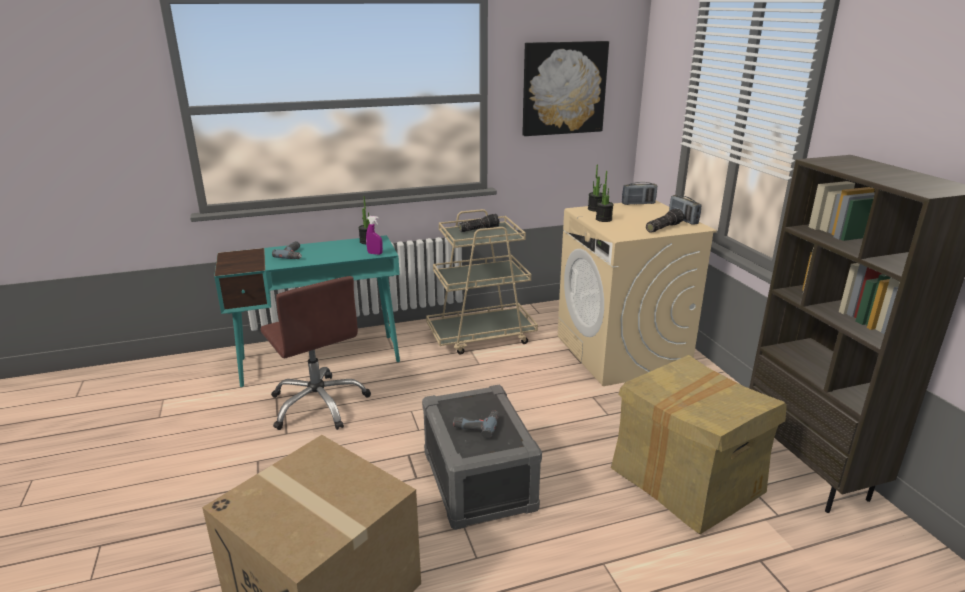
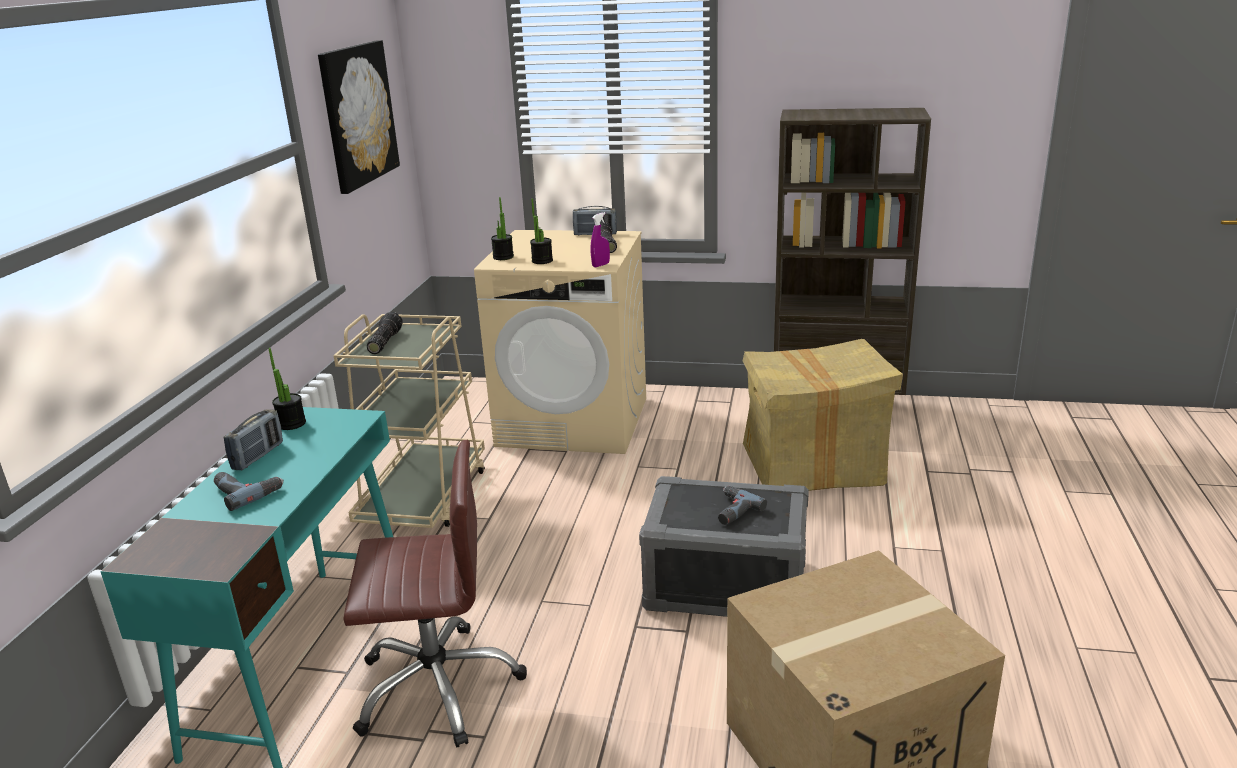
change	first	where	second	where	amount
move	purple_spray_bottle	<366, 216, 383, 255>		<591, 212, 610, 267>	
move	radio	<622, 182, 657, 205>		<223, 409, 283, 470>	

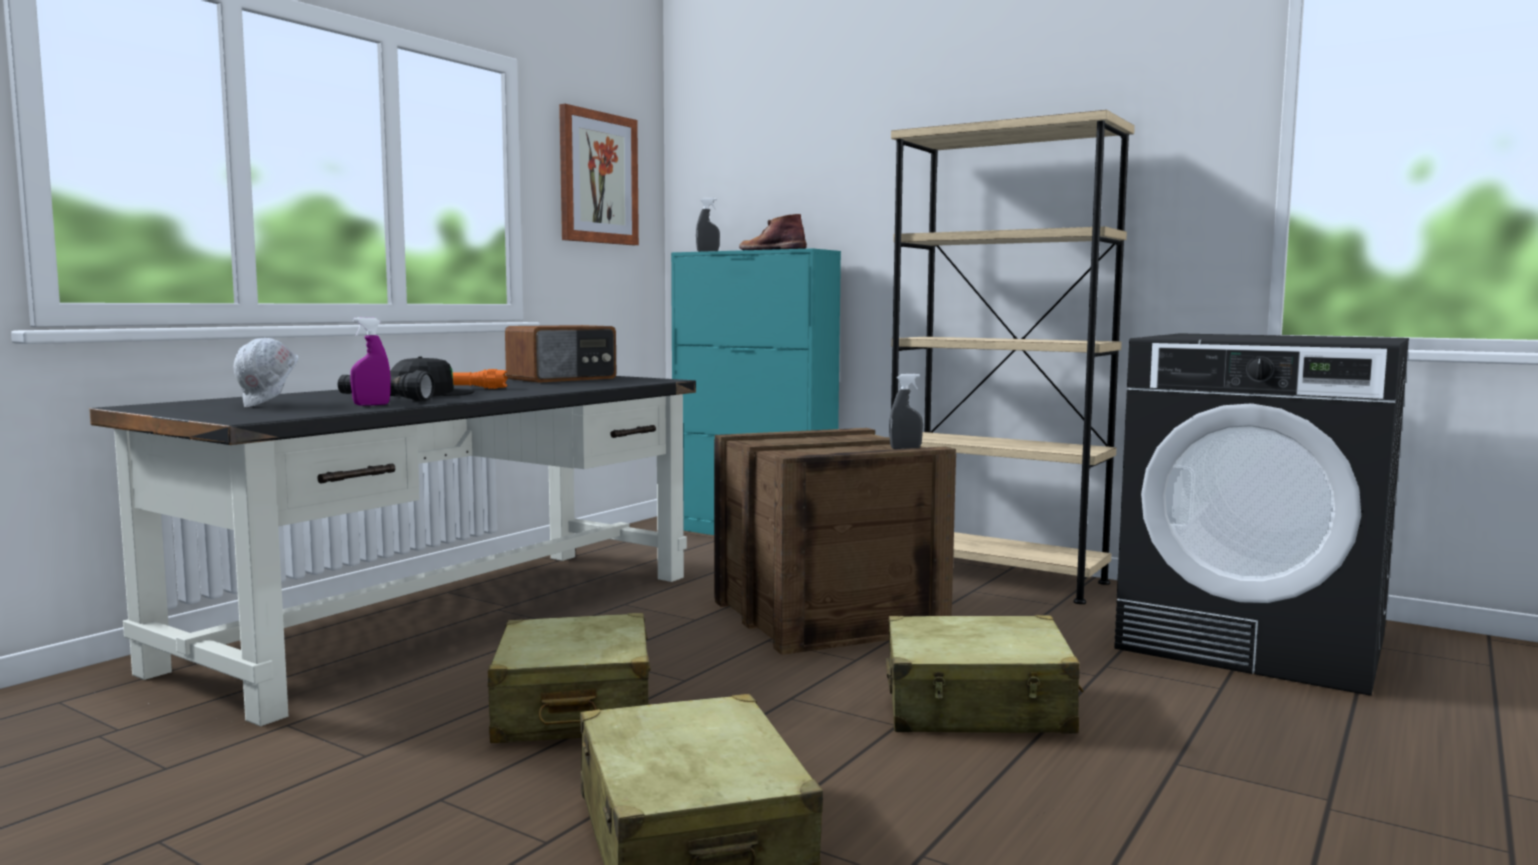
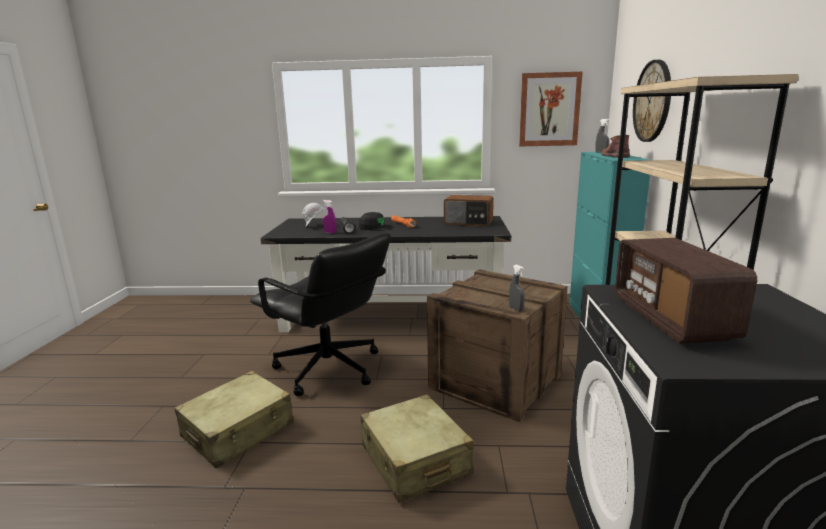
change	first	where	second	where	amount
insert			radio	<615, 238, 757, 344>	
insert			wall_clock	<633, 60, 671, 142>	
replace	beige_suitcase	<488, 613, 650, 743>	black_office_chair	<250, 233, 391, 396>	

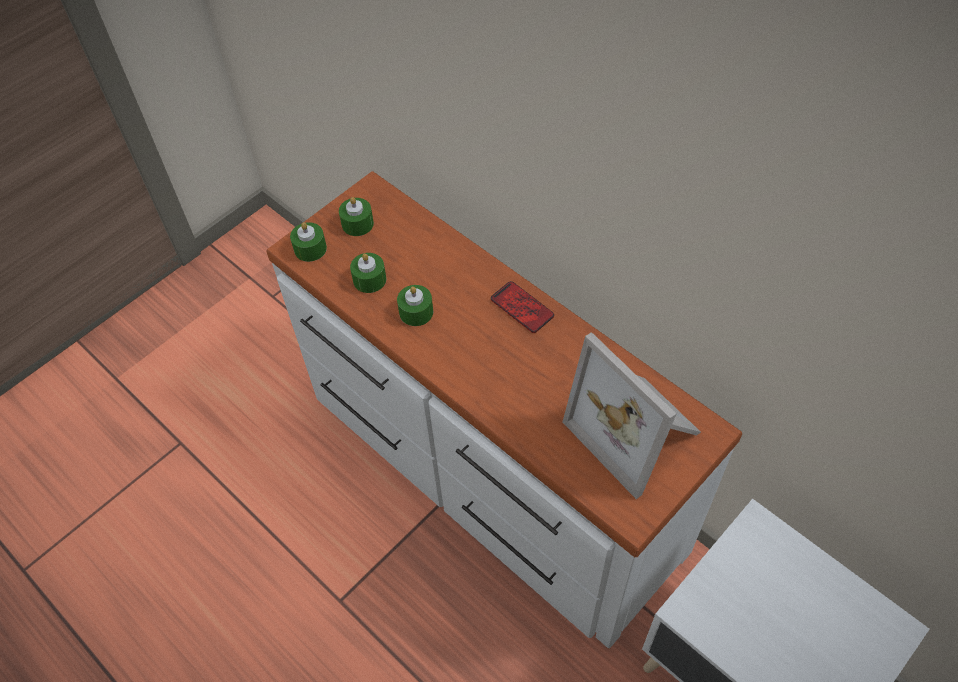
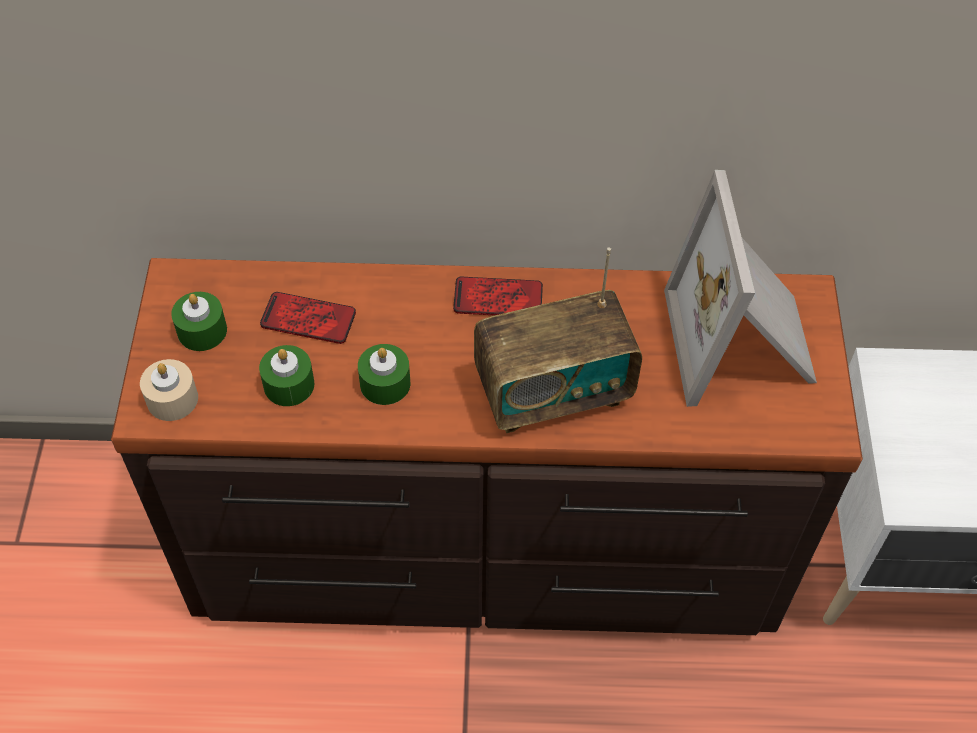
change	first	where	second	where	amount
insert			phone	<260, 292, 356, 344>	
insert			radio	<474, 248, 642, 433>	
recolor	white_dresser	<266, 171, 742, 648>	brown_dresser	<111, 258, 863, 635>	
recolor	green_candle	<290, 222, 327, 262>	beige_candle	<140, 359, 198, 421>	
rotate	picture_frame	<563, 332, 701, 499>		<664, 170, 817, 407>	75 degrees clockwise

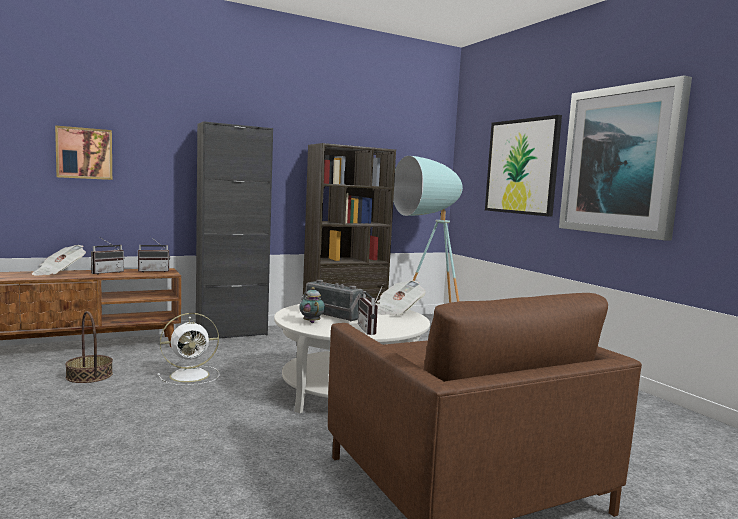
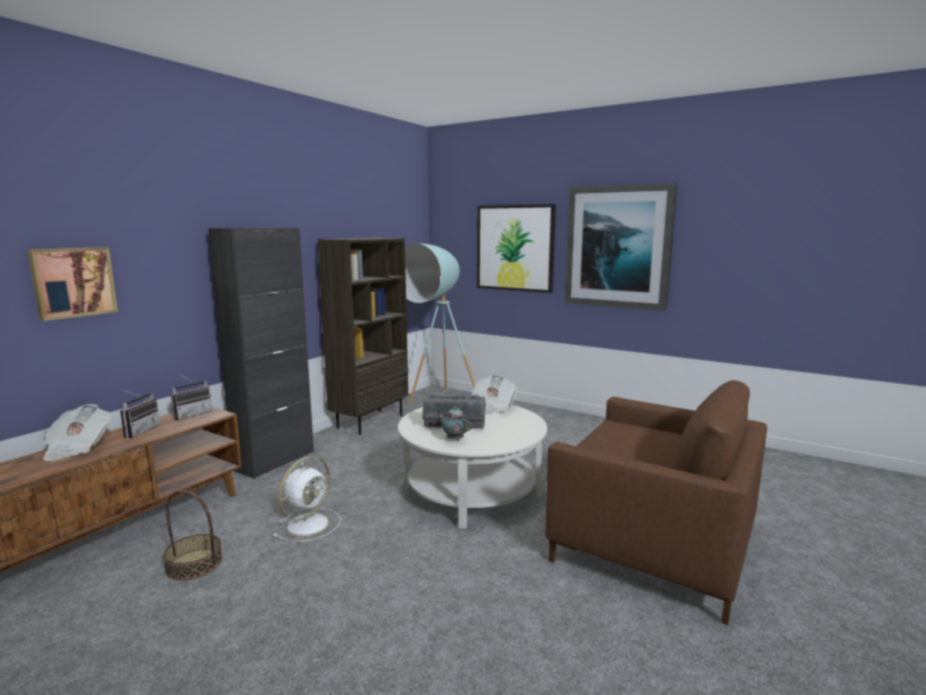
change	first	where	second	where	amount
delete	radio	<358, 285, 383, 335>			

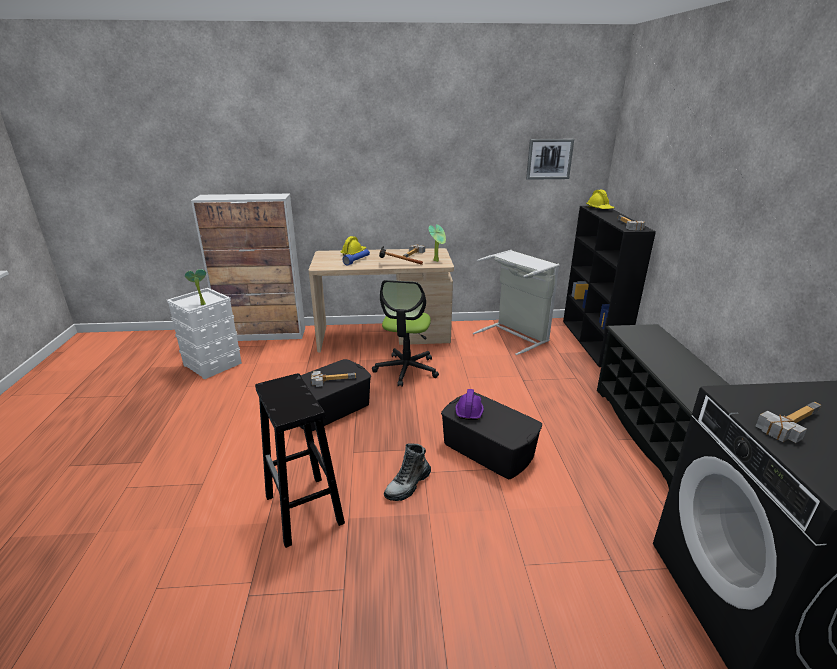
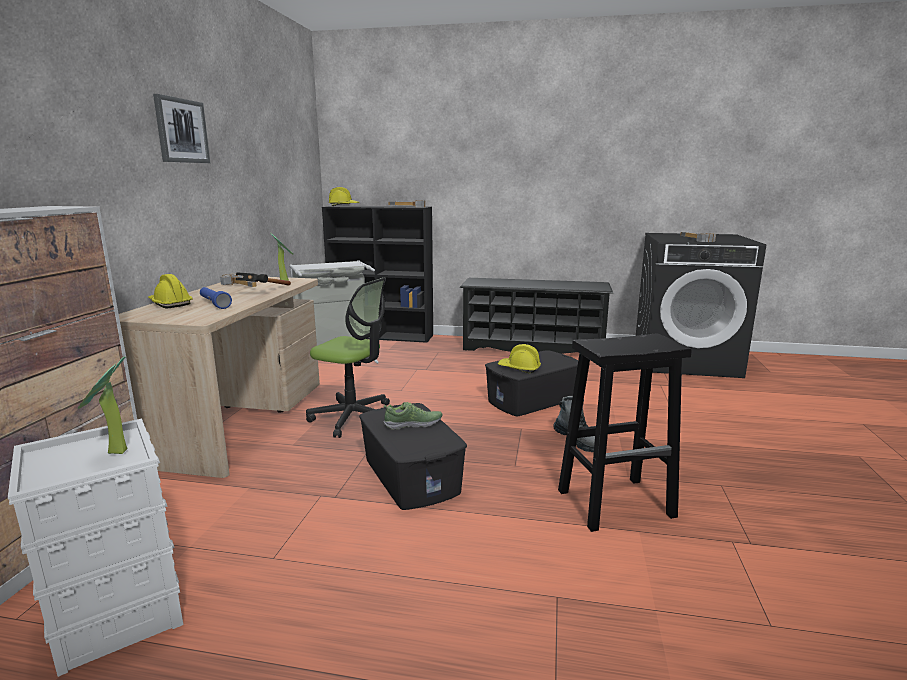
change	first	where	second	where	amount
move	picture	<526, 139, 574, 180>		<153, 94, 210, 163>	
replace	hammer	<311, 371, 356, 387>	shoe	<384, 402, 442, 430>	
recolor	purple_hard_hat	<455, 389, 484, 420>	yellow_hard_hat	<498, 344, 541, 373>	

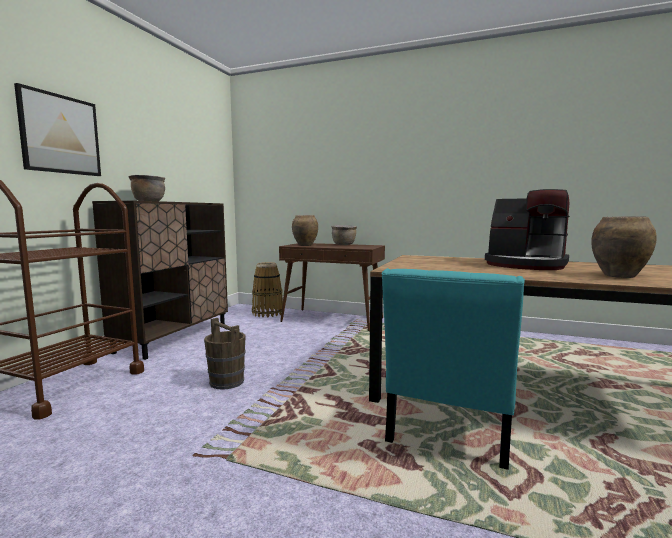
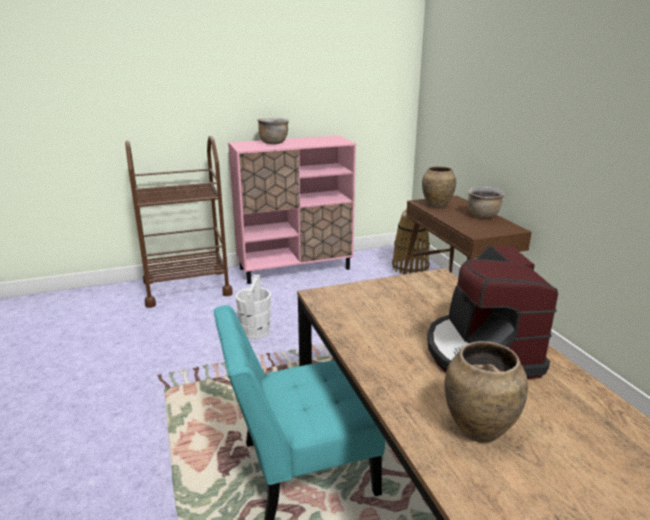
change	first	where	second	where	amount
delete	picture	<14, 83, 101, 176>			
recolor	brown_cabinet	<92, 201, 228, 360>	pink_cabinet	<228, 136, 356, 284>	
recolor	brown_bucket	<204, 318, 246, 390>	white_bucket	<236, 275, 271, 339>	

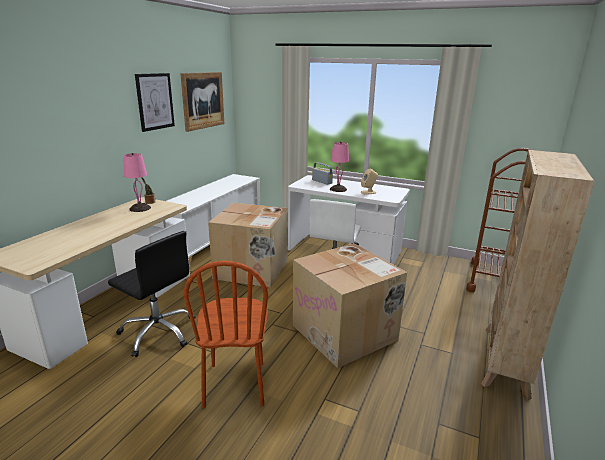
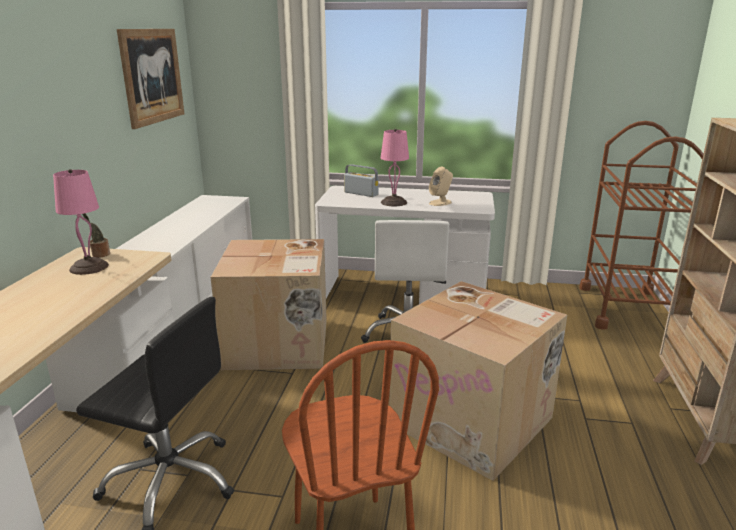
change	first	where	second	where	amount
delete	picture	<135, 73, 175, 132>			

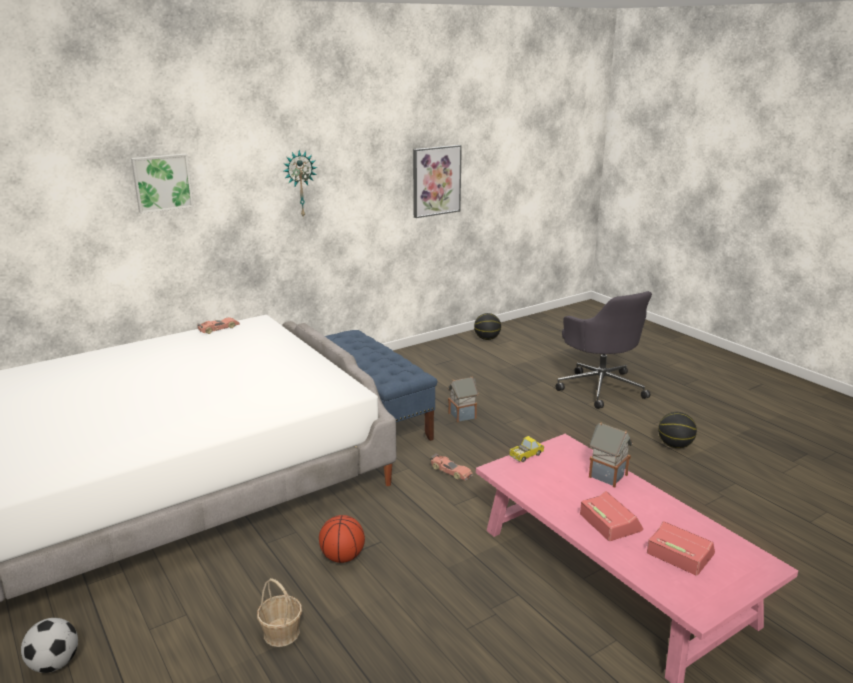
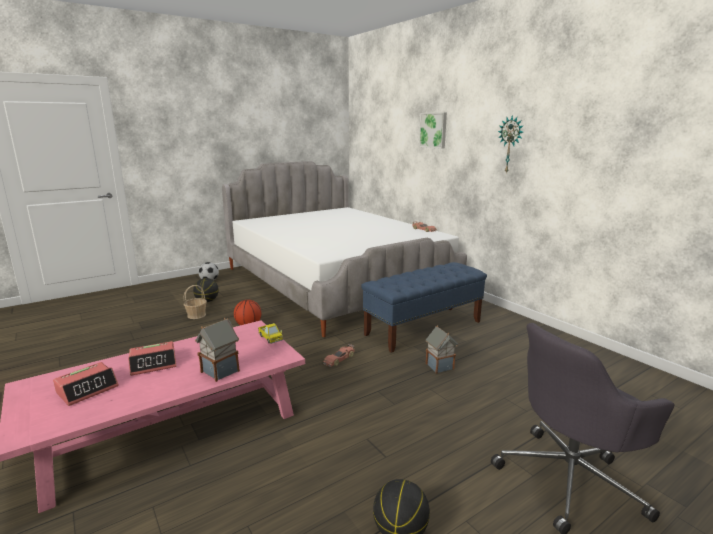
change	first	where	second	where	amount
delete	picture	<413, 145, 462, 218>			
move	basketball	<474, 313, 501, 340>		<193, 278, 219, 302>	

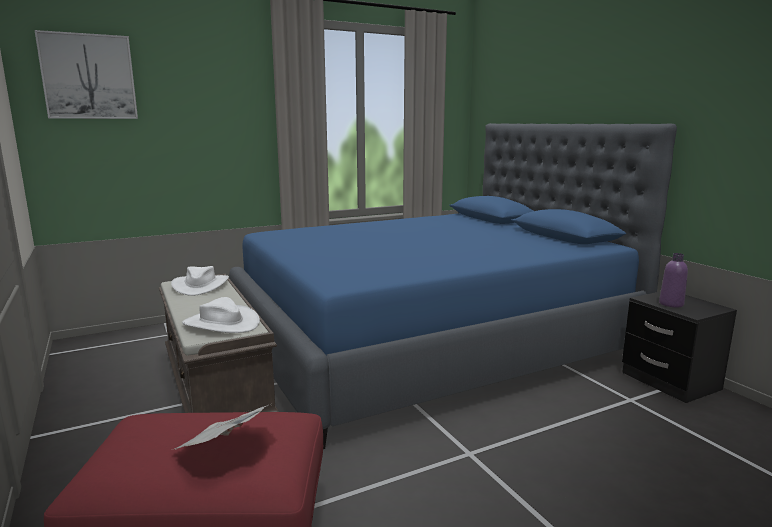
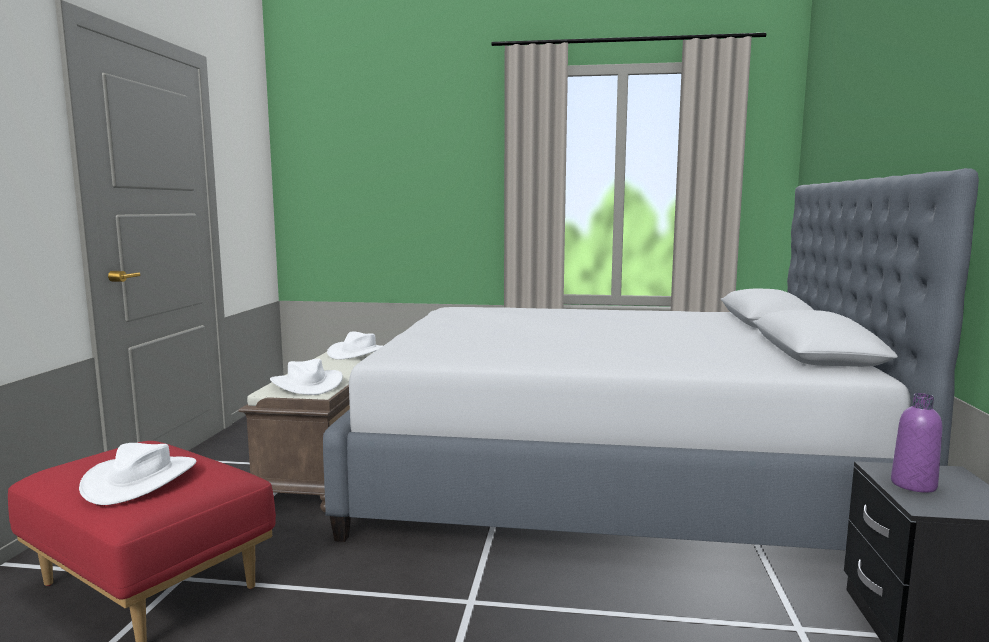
change	first	where	second	where	amount
delete	picture	<34, 30, 138, 119>			
replace	newspaper	<172, 405, 268, 450>	white_hat	<79, 443, 196, 505>	
recolor	blue_bed	<229, 123, 677, 449>	grey_bed	<323, 168, 979, 550>	

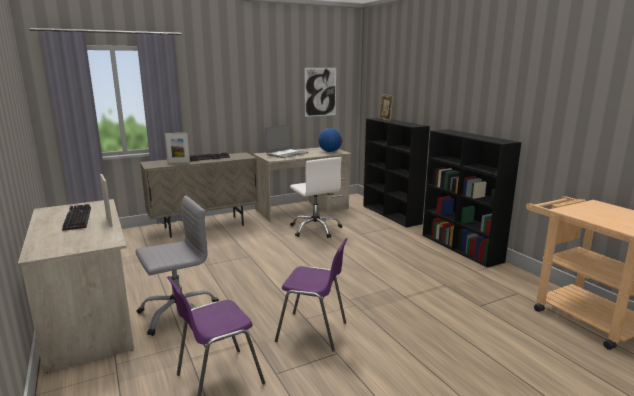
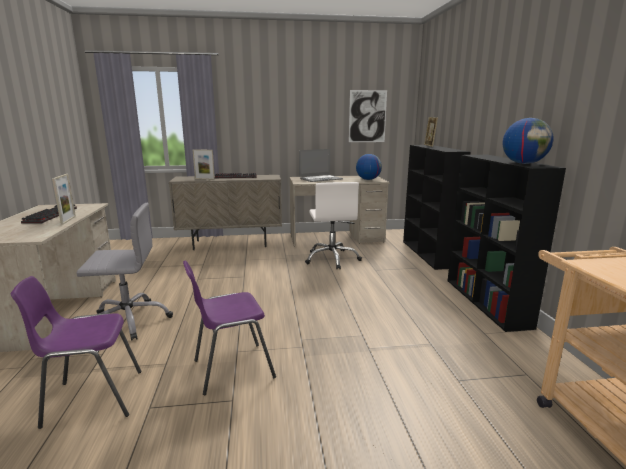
change	first	where	second	where	amount
insert			globe	<502, 118, 554, 164>	
rotate	purple_chair	<275, 238, 348, 351>		<183, 260, 276, 395>	120 degrees clockwise

